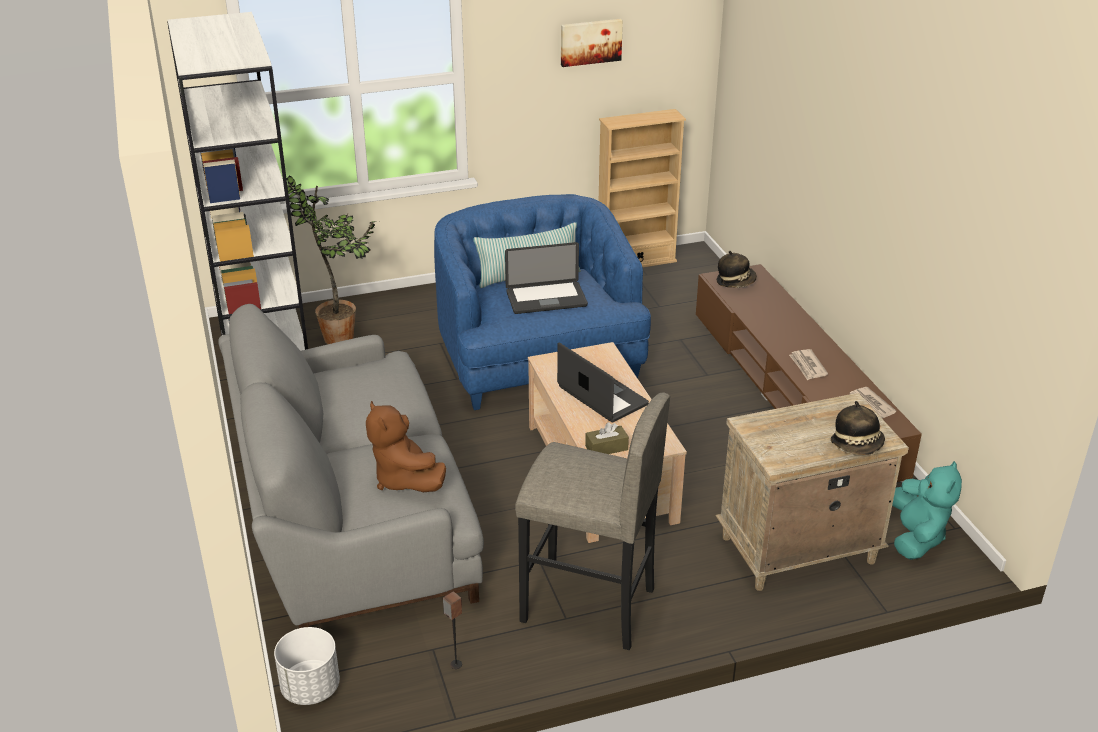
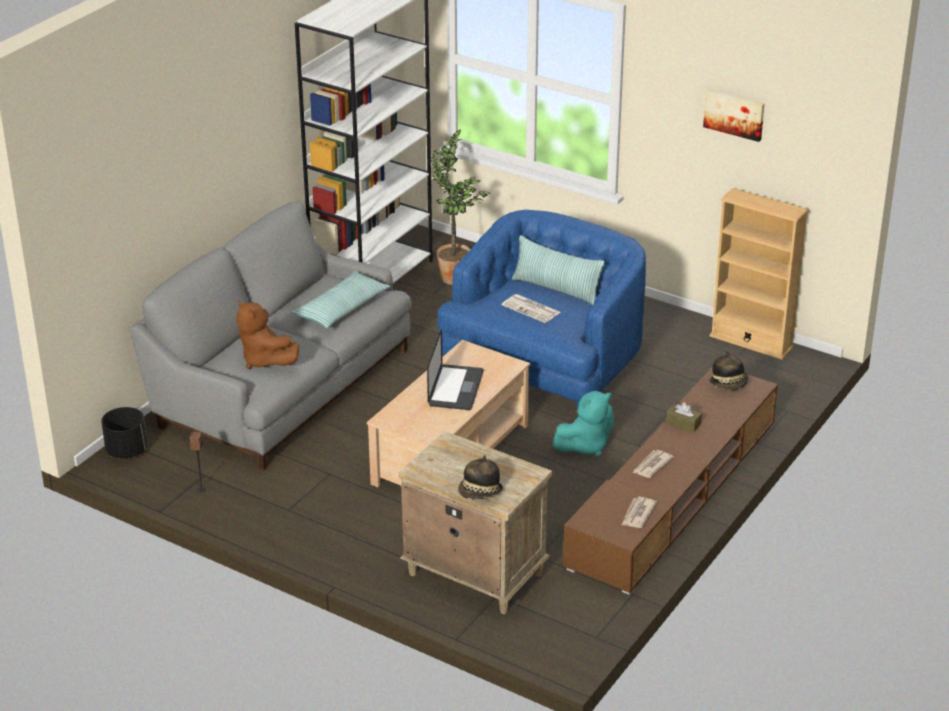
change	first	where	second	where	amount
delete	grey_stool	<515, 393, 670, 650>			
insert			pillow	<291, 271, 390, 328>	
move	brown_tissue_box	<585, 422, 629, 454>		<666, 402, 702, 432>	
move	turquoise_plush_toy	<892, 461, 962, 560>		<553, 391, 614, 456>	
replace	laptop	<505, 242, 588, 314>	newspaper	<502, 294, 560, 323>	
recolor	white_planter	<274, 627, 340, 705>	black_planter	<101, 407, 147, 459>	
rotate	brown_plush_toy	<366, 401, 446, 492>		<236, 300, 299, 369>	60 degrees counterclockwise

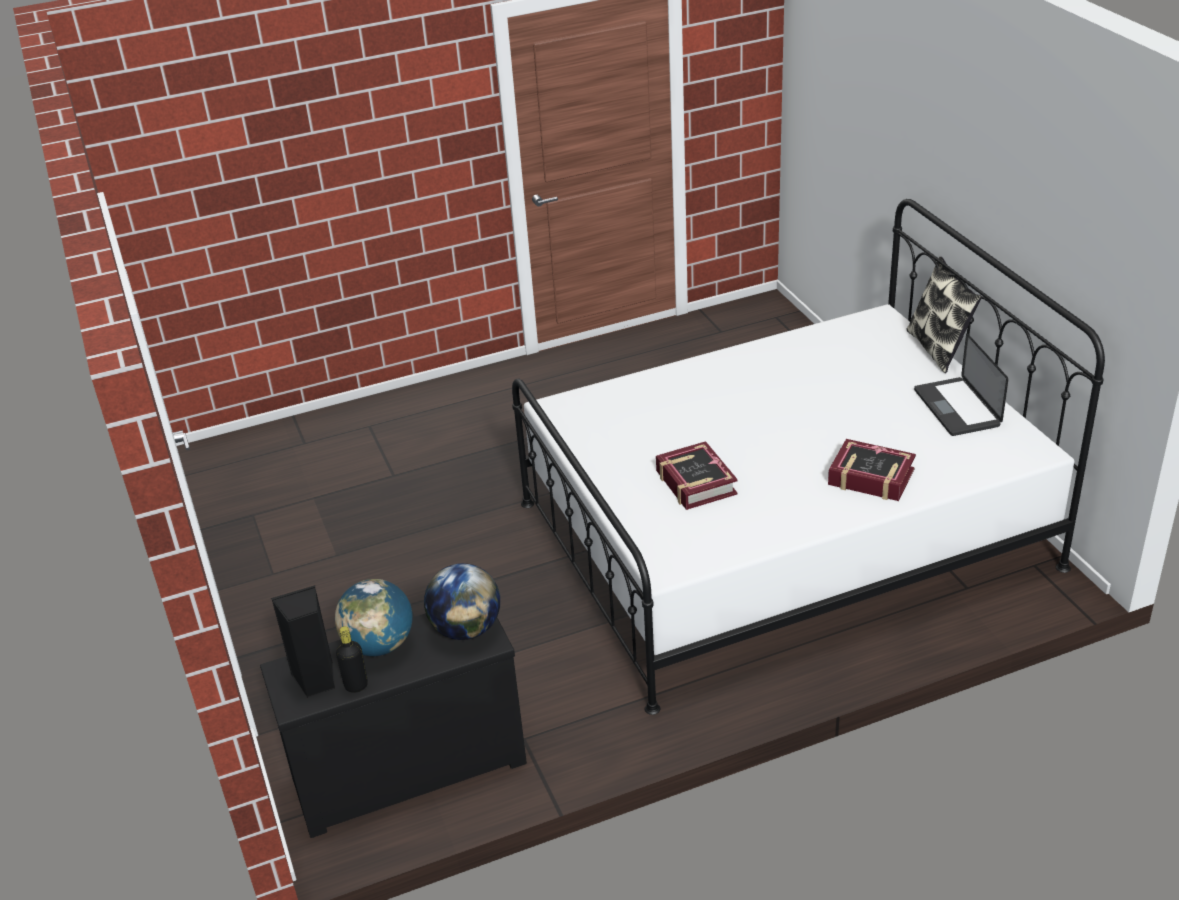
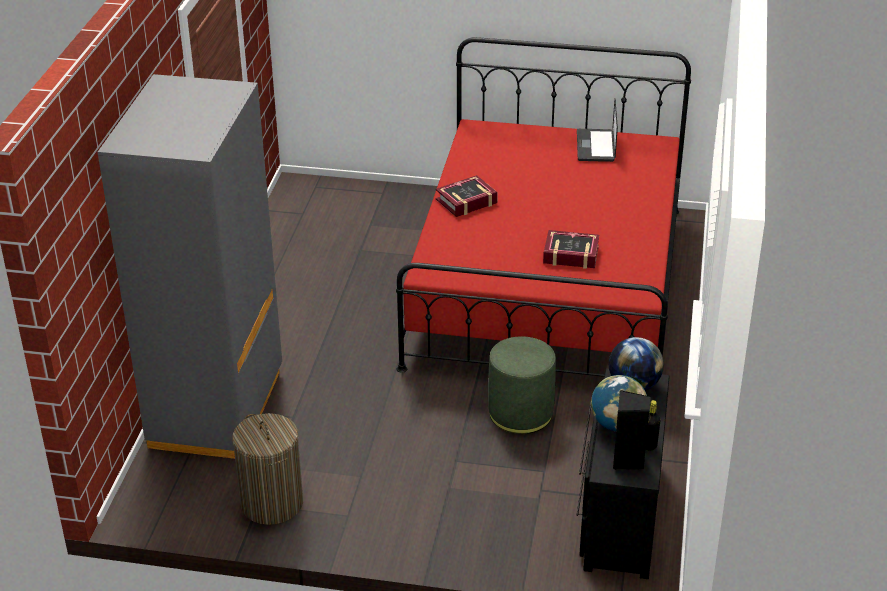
change	first	where	second	where	amount
delete	pillow	<906, 256, 982, 373>			
insert			grey_wardrobe	<98, 74, 282, 459>	
insert			laundry_basket	<232, 413, 303, 525>	
insert			green_ottoman	<488, 336, 556, 434>	
move	book	<828, 439, 916, 501>		<436, 175, 498, 217>	
recolor	white_bed	<512, 199, 1105, 715>	red_bed	<396, 37, 691, 377>	
rotate	laptop	<914, 334, 1008, 436>		<577, 99, 618, 162>	75 degrees clockwise

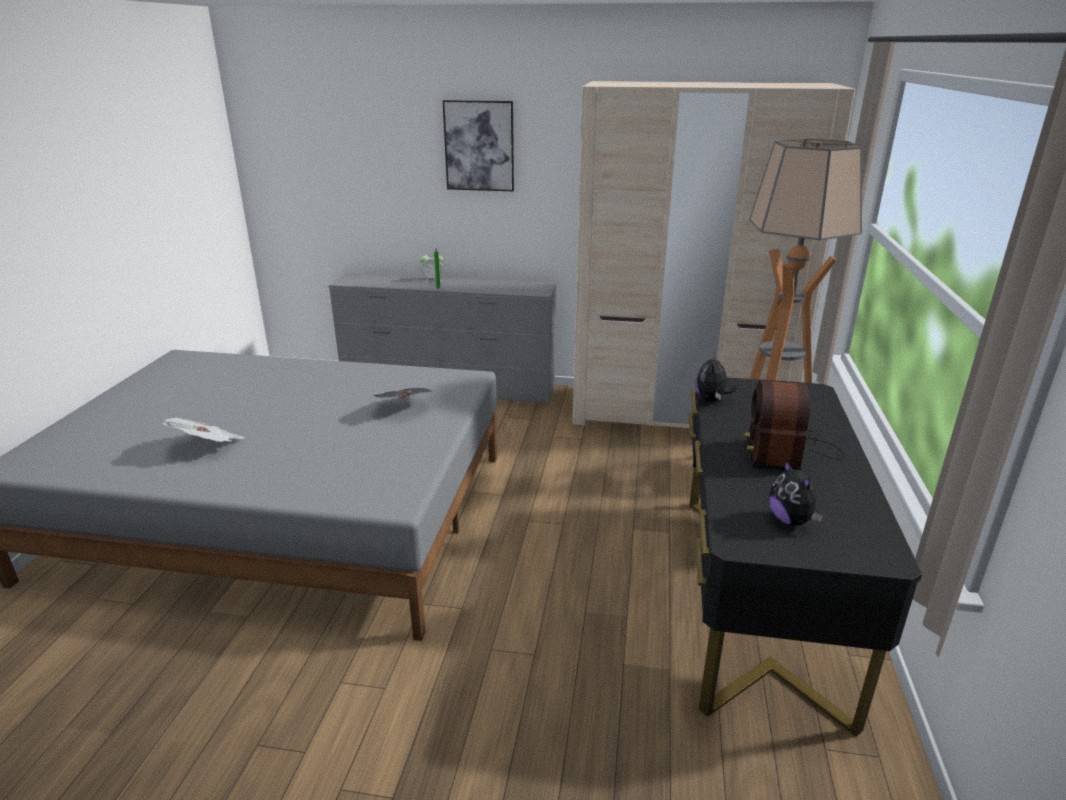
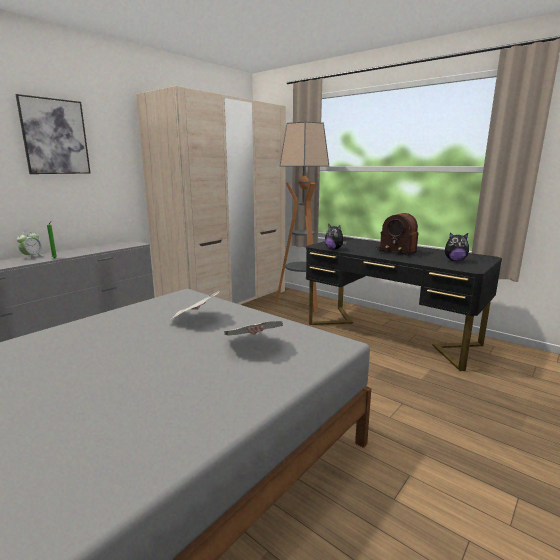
change	first	where	second	where	amount
move	newspaper	<161, 418, 245, 442>		<224, 321, 283, 336>	

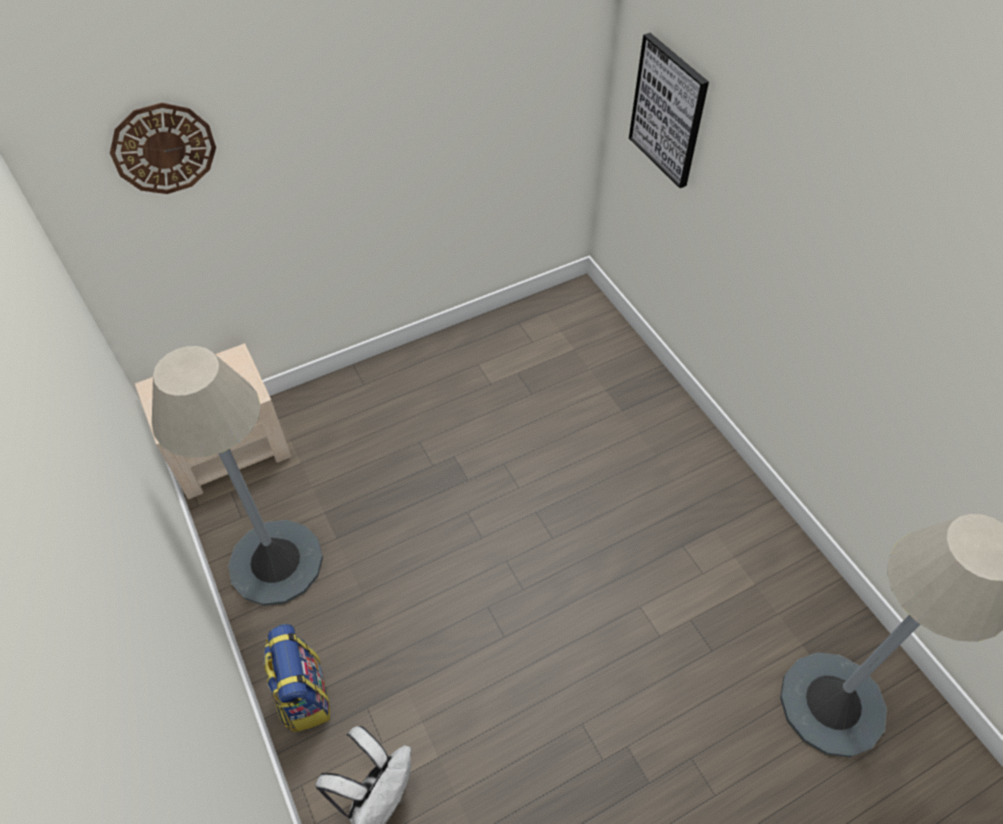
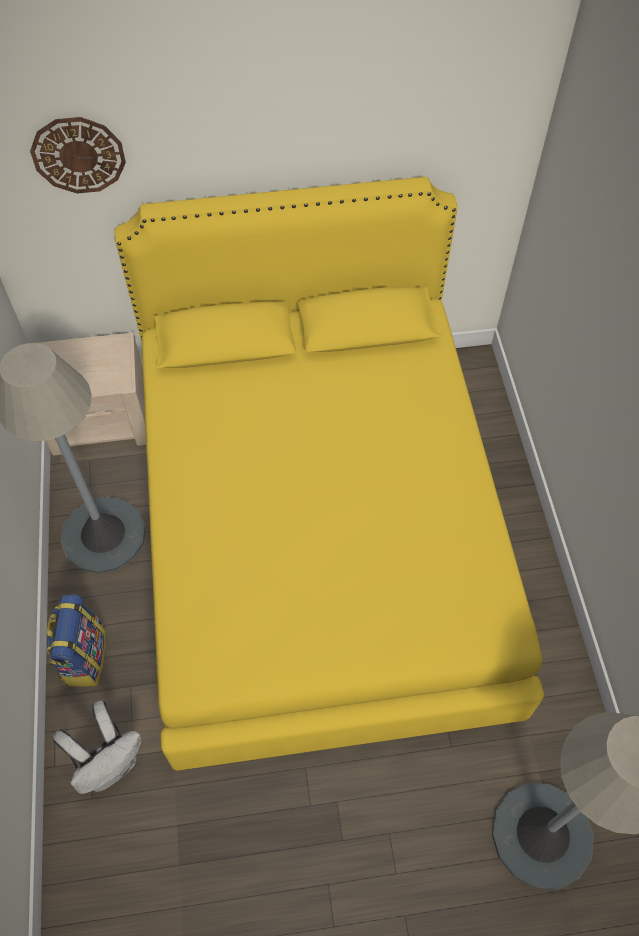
change	first	where	second	where	amount
delete	picture	<629, 33, 709, 188>			
insert			yellow_bed	<115, 177, 544, 771>	

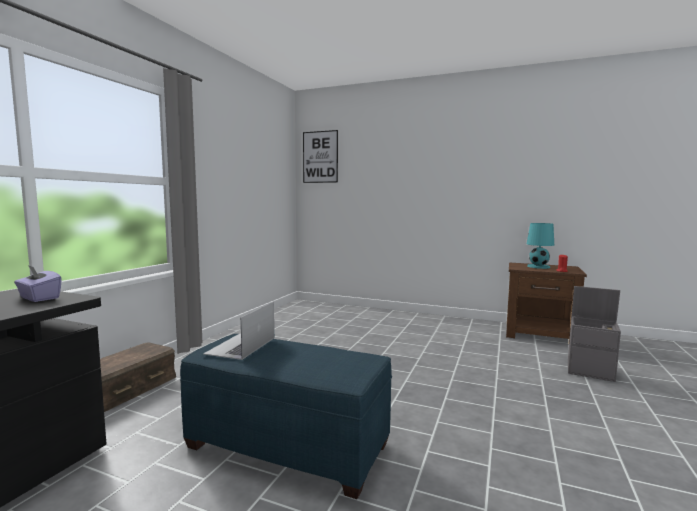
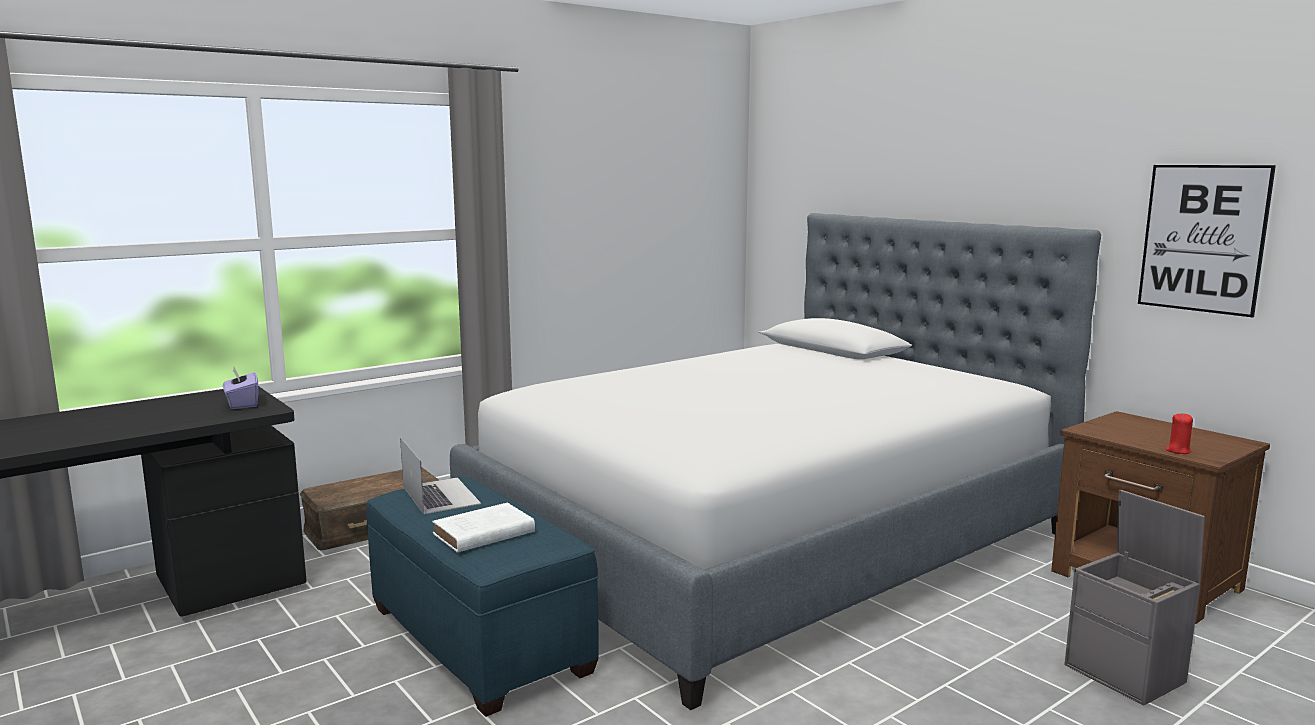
change	first	where	second	where	amount
delete	turquoise_table_lamp	<527, 223, 554, 269>			
insert			white_book	<432, 503, 535, 552>	
insert			bed	<450, 213, 1101, 710>	
move	picture	<303, 130, 338, 183>		<1138, 165, 1276, 317>	
rotate	laptop	<203, 302, 274, 360>		<400, 437, 481, 514>	105 degrees clockwise

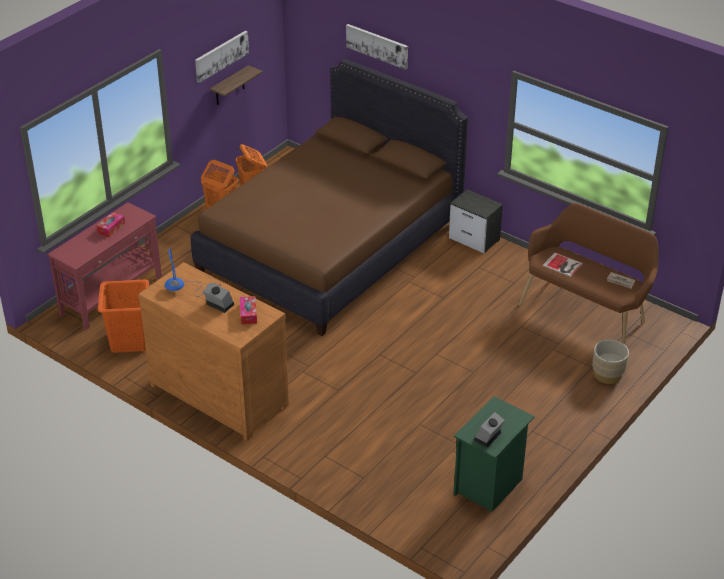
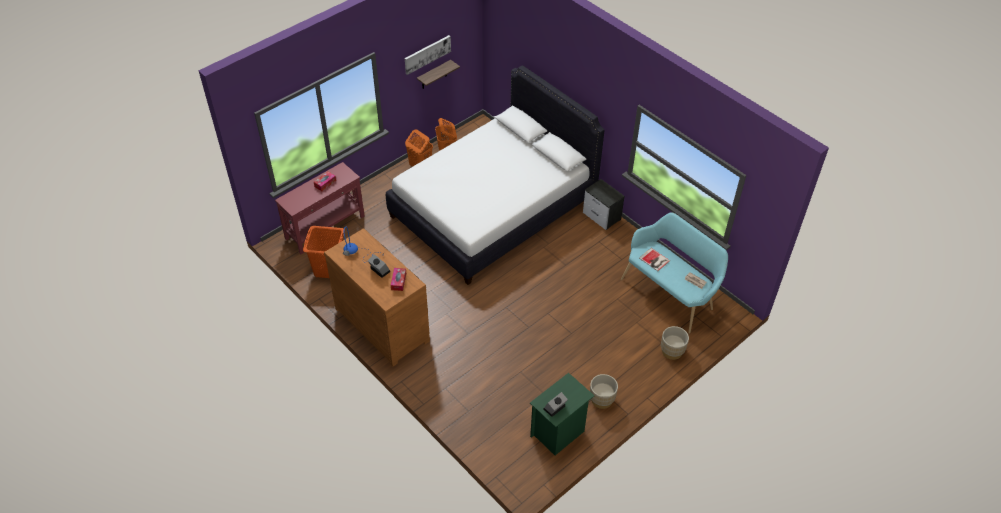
change	first	where	second	where	amount
delete	picture	<346, 24, 408, 70>			
insert			beige_planter	<590, 374, 618, 409>	
recolor	brown_bed	<191, 59, 468, 336>	white_bed	<386, 65, 605, 285>	
recolor	brown_bench	<519, 203, 659, 345>	turquoise_bench	<621, 212, 728, 334>	

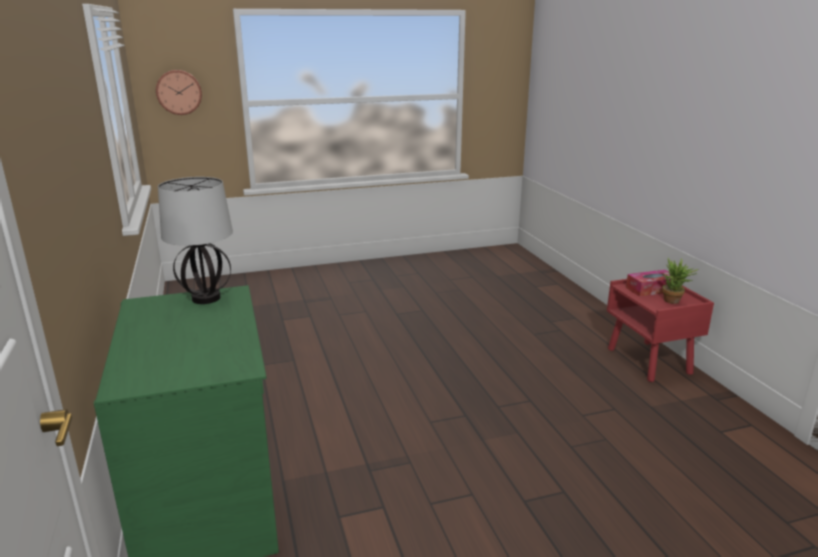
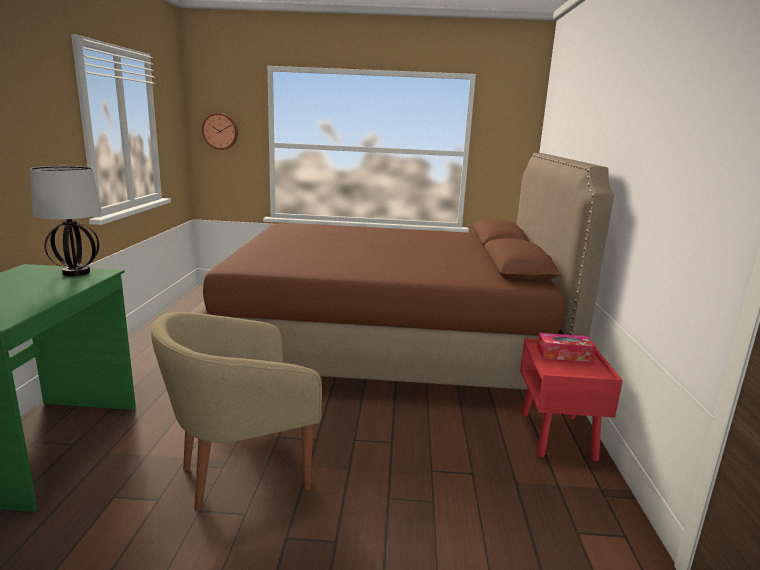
change	first	where	second	where	amount
delete	potted_plant	<662, 258, 699, 304>			
insert			beige_armchair	<151, 312, 322, 511>	
insert			brown_bed	<191, 153, 614, 390>	

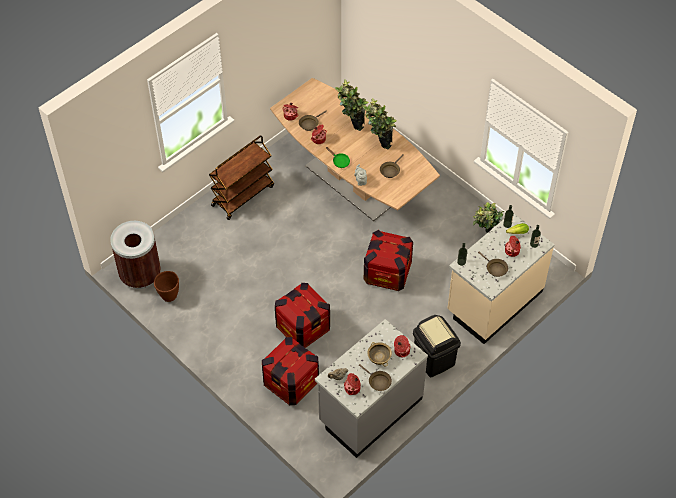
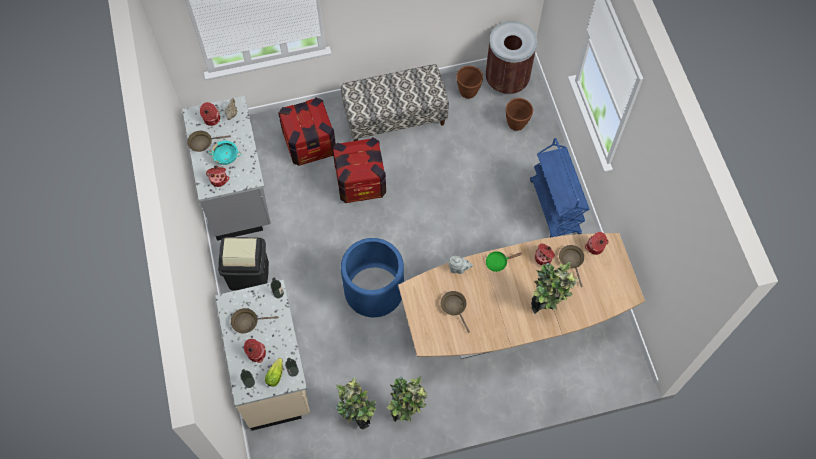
change	first	where	second	where	amount
insert			bench	<341, 64, 449, 141>	
insert			brown_planter	<506, 98, 533, 131>	
move	potted_plant	<363, 98, 397, 149>		<386, 376, 428, 422>	
replace	crate	<364, 230, 413, 291>	blue_planter	<341, 238, 404, 317>	
recolor	brown_cart	<209, 135, 274, 220>	blue_cart	<530, 138, 589, 237>	
recolor	beige_bowl	<367, 342, 392, 366>	turquoise_bowl	<208, 141, 242, 165>	

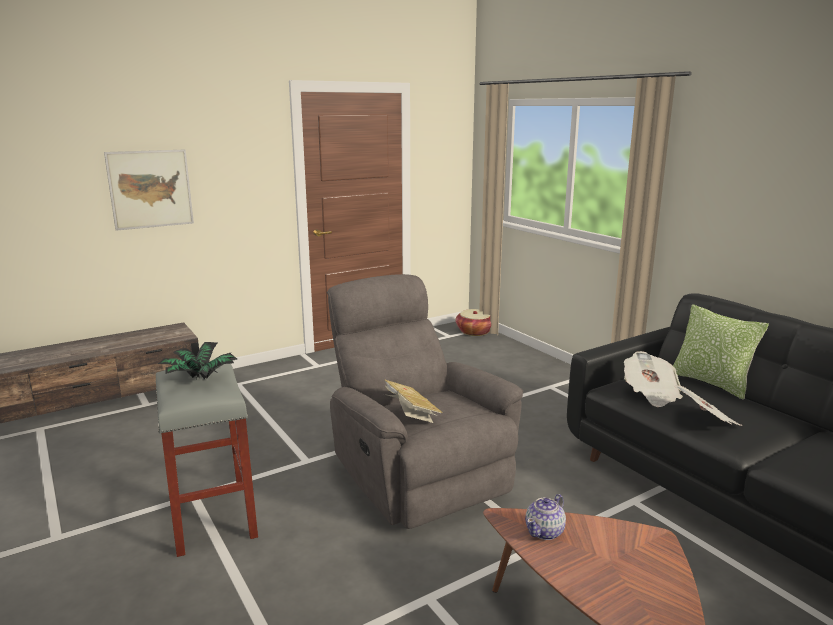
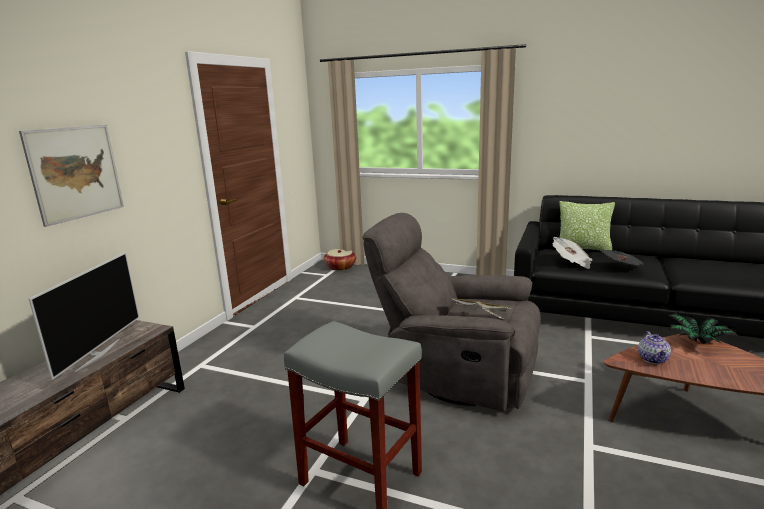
change	first	where	second	where	amount
insert			television	<29, 252, 139, 380>	
move	potted_plant	<158, 342, 237, 379>		<669, 313, 737, 344>	

